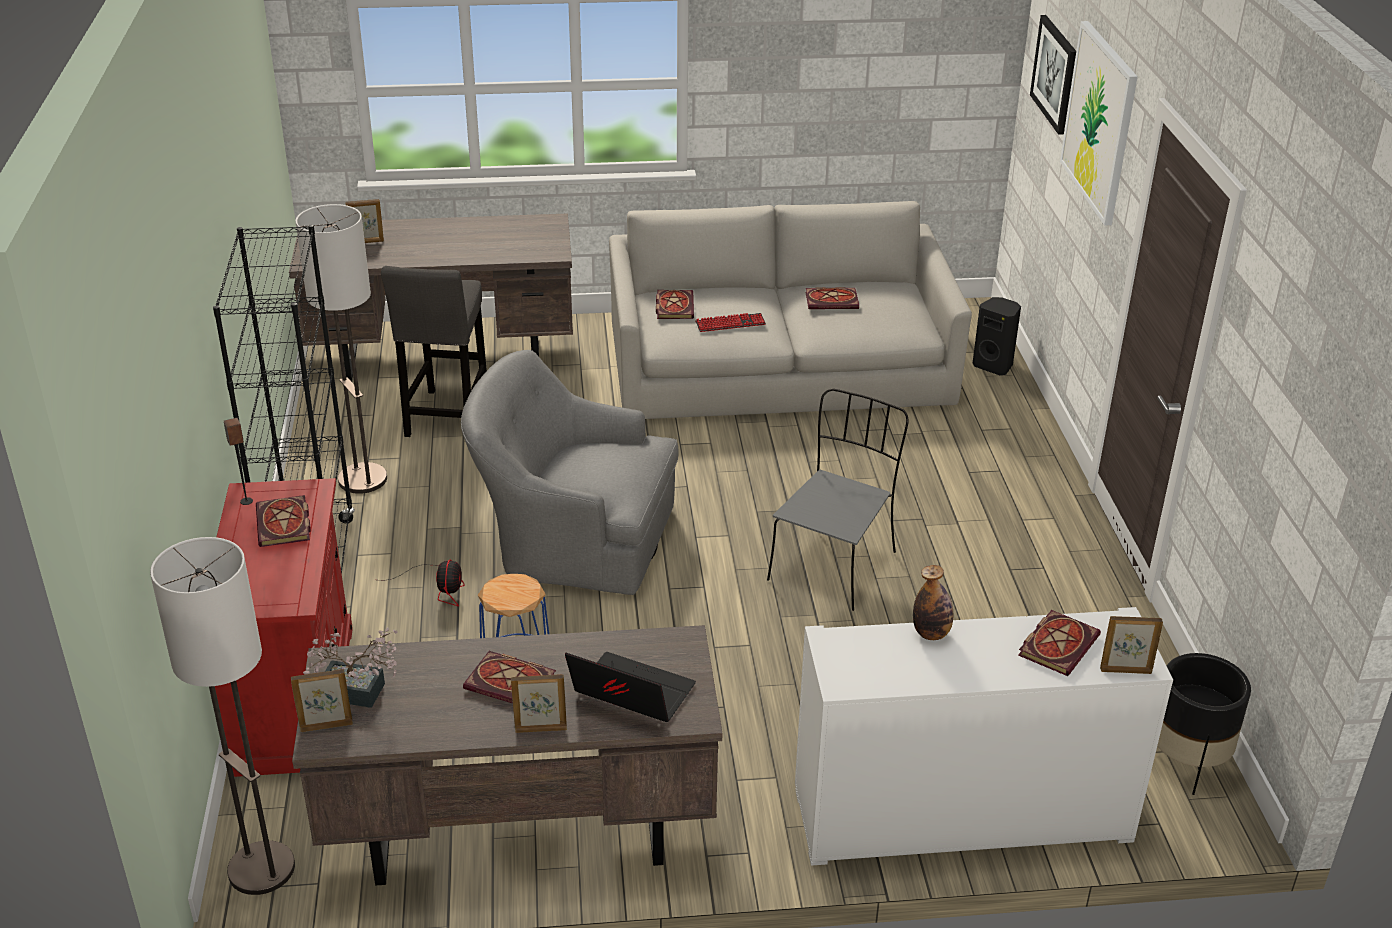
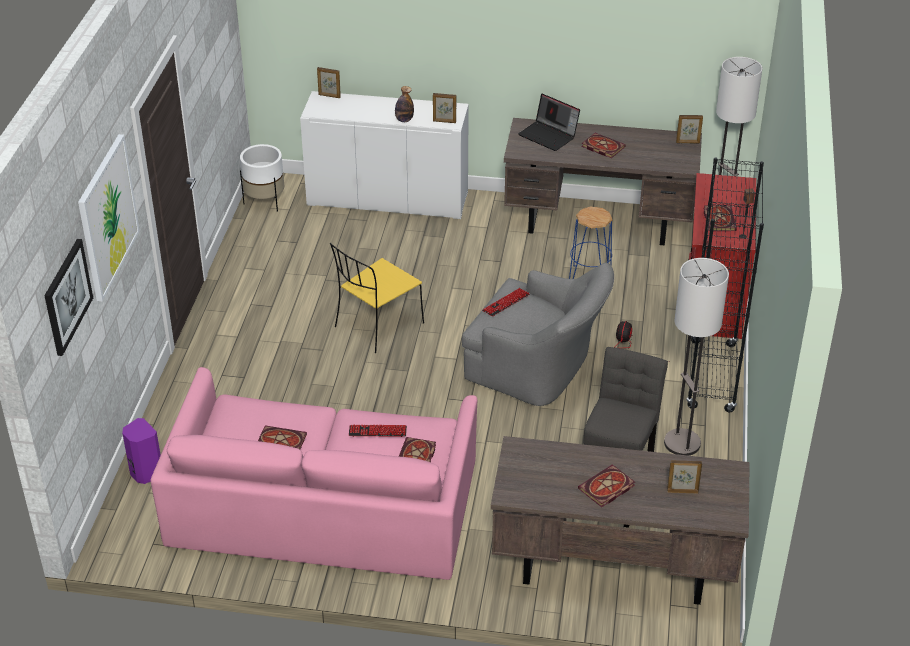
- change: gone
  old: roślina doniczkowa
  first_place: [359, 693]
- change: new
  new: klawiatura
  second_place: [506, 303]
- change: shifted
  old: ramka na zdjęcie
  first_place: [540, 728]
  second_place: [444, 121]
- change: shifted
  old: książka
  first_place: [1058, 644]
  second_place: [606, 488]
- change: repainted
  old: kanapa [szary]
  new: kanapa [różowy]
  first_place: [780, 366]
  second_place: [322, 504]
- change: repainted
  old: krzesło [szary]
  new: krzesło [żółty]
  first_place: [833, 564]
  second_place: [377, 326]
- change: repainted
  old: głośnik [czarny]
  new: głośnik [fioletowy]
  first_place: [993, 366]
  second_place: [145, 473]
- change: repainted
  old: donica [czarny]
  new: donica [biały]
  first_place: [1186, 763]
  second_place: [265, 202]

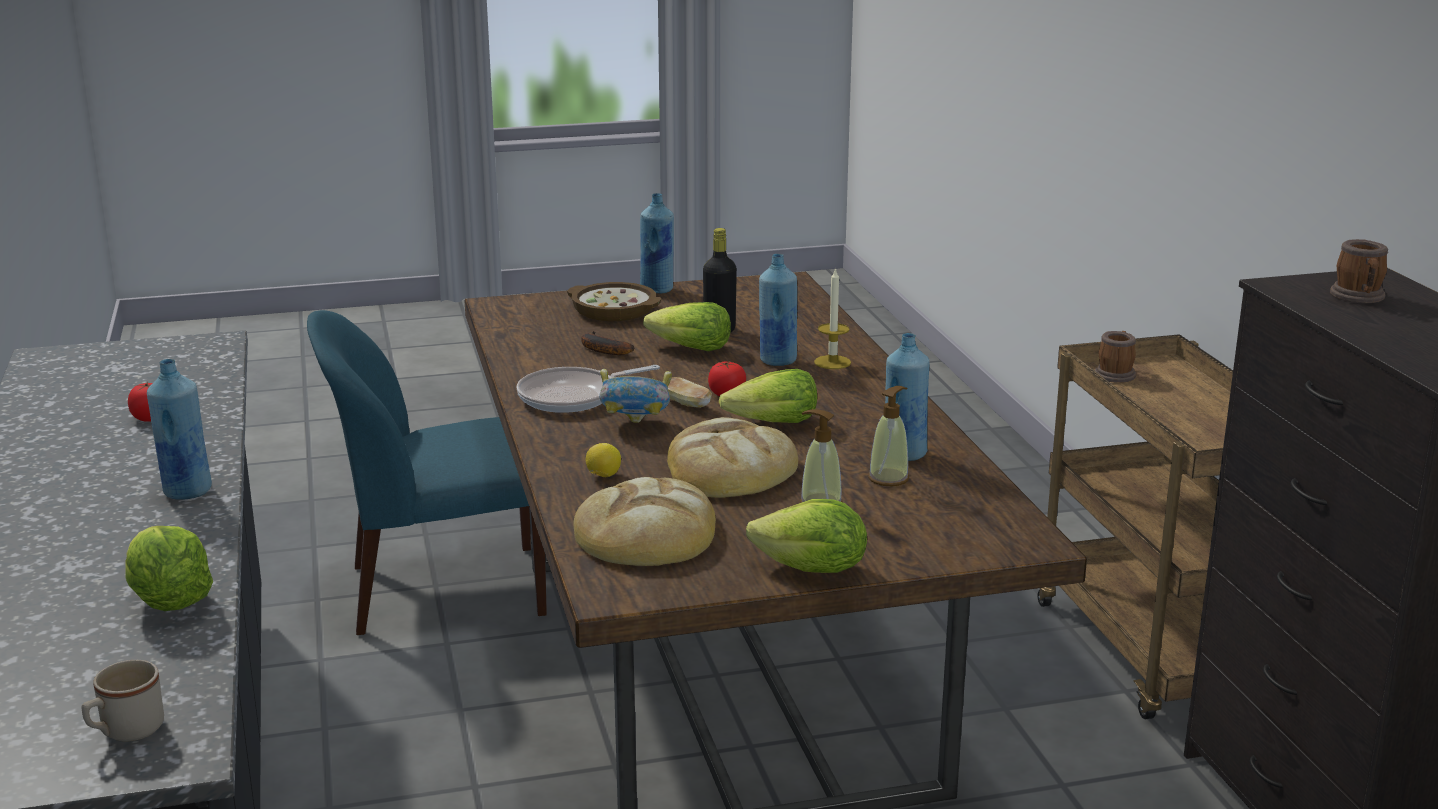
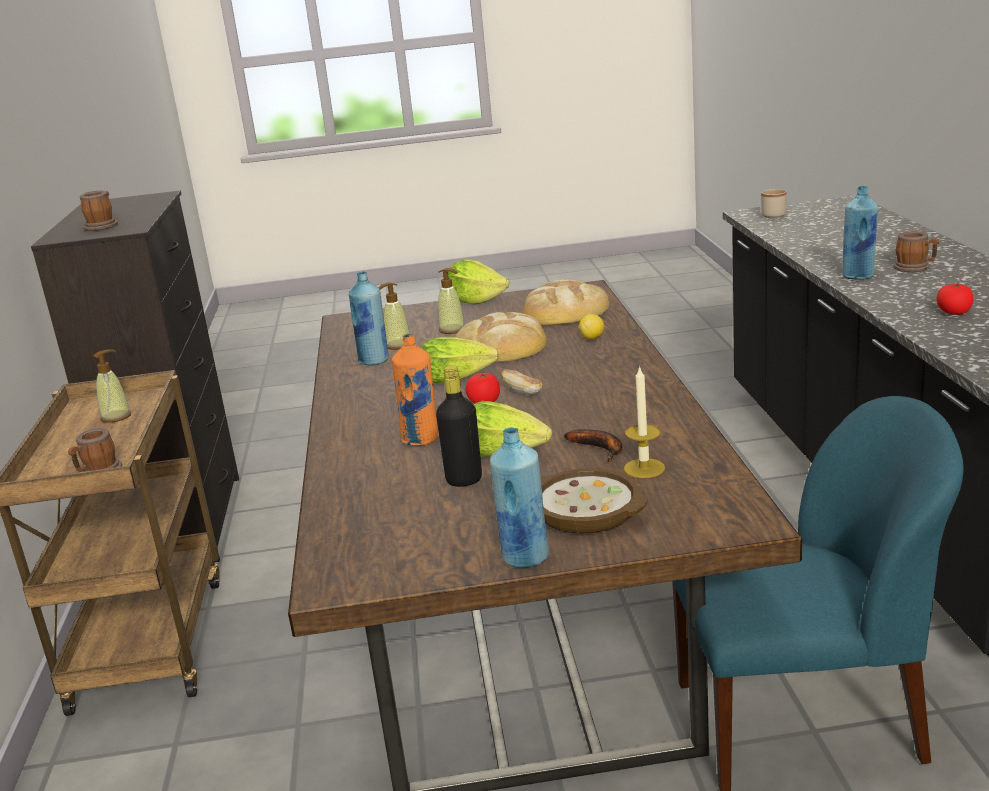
- change: gone
  old: sałata
  first_place: [169, 602]
- change: gone
  old: patelnia
  first_place: [573, 397]
- change: gone
  old: miska
  first_place: [636, 425]
- change: new
  new: dozownik mydła
  second_place: [116, 417]
- change: new
  new: kubek
  second_place: [915, 268]
- change: shifted
  old: świeca
  first_place: [832, 362]
  second_place: [644, 468]
- change: repainted
  old: butelka [niebieski]
  new: butelka [pomarańczowy]
  first_place: [777, 360]
  second_place: [421, 440]

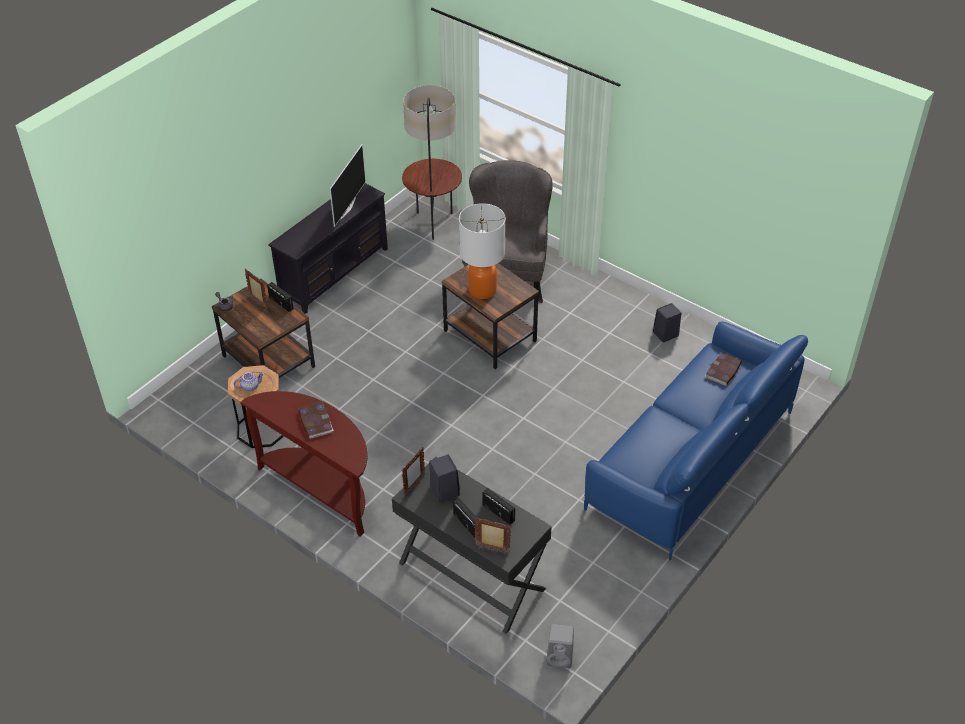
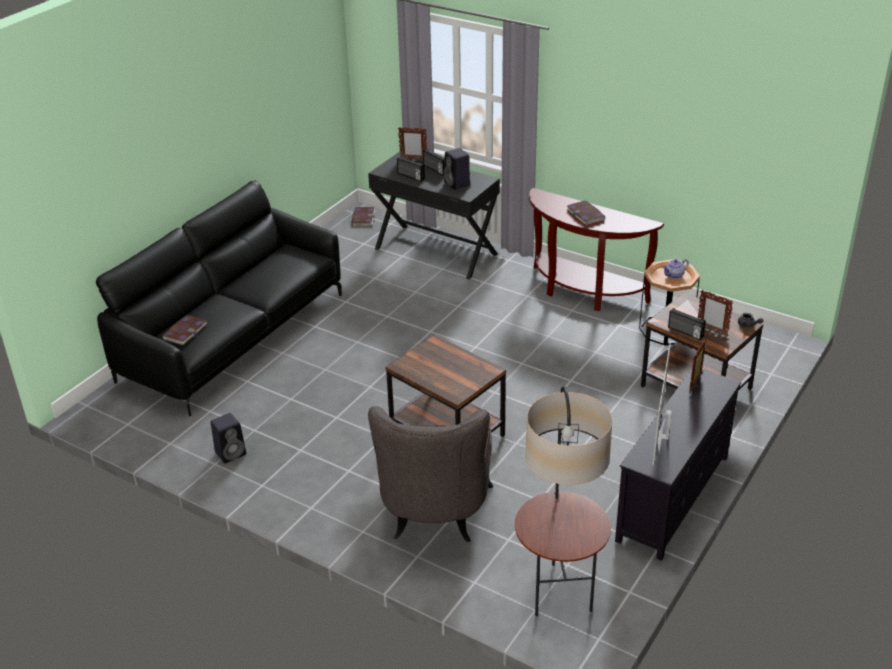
- change: gone
  old: lampa stołowa
  first_place: [482, 290]
- change: shifted
  old: ramka na zdjęcie
  first_place: [414, 486]
  second_place: [695, 384]
- change: swapped
  old: głośnik [szary]
  new: książka
  first_place: [560, 657]
  second_place: [363, 218]
- change: repainted
  old: kanapa [niebieski]
  new: kanapa [czarny]
  first_place: [690, 460]
  second_place: [233, 336]

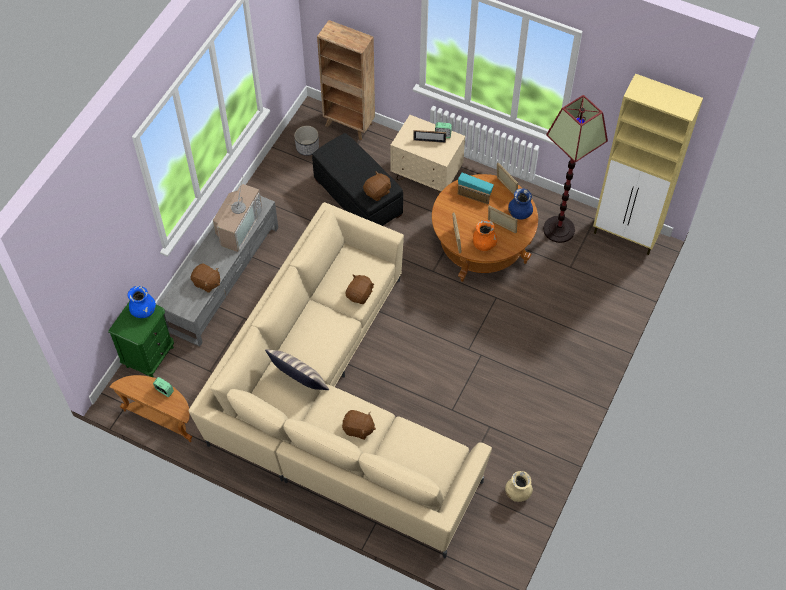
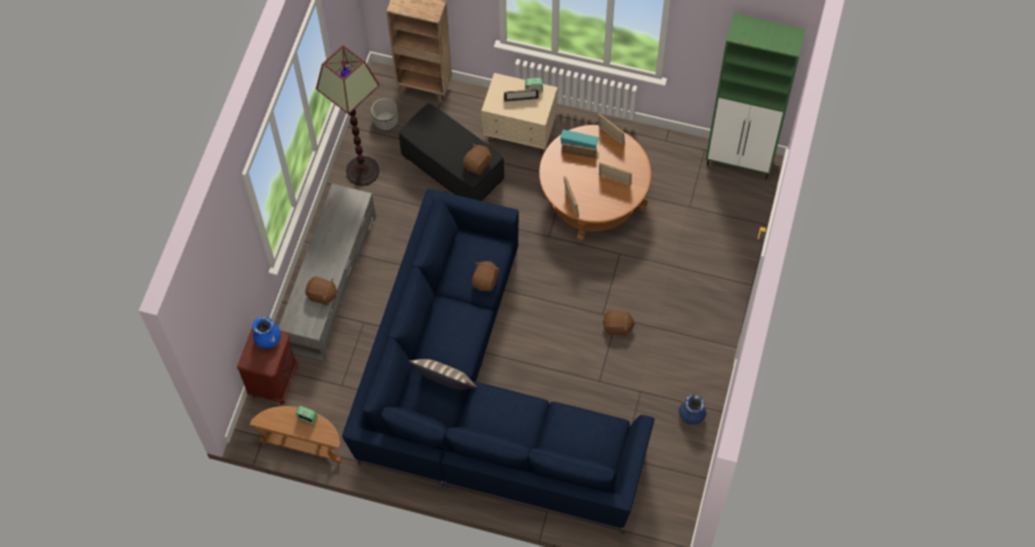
- change: gone
  old: telewizor
  first_place: [238, 226]
- change: gone
  old: wazon [pomarańczowy]
  first_place: [483, 244]
- change: gone
  old: wazon [beżowy]
  first_place: [517, 493]
- change: shifted
  old: pluszak [brązowy]
  first_place: [358, 429]
  second_place: [617, 327]
- change: shifted
  old: wazon [niebieski]
  first_place: [519, 213]
  second_place: [691, 415]
- change: shifted
  old: lampa stojąca
  first_place: [559, 229]
  second_place: [362, 170]
- change: repainted
  old: szafka nocna [zielony]
  new: szafka nocna [brązowy]
  first_place: [149, 356]
  second_place: [274, 380]
- change: repainted
  old: kanapa [beżowy]
  new: kanapa [niebieski]
  first_place: [336, 407]
  second_place: [480, 400]
- change: repainted
  old: szafka [beżowy]
  new: szafka [zielony]
  first_place: [626, 235]
  second_place: [740, 162]

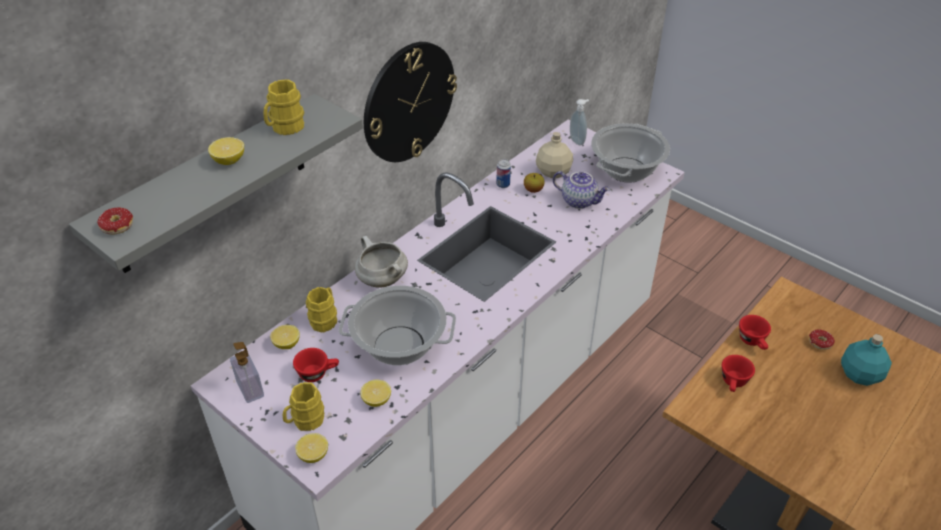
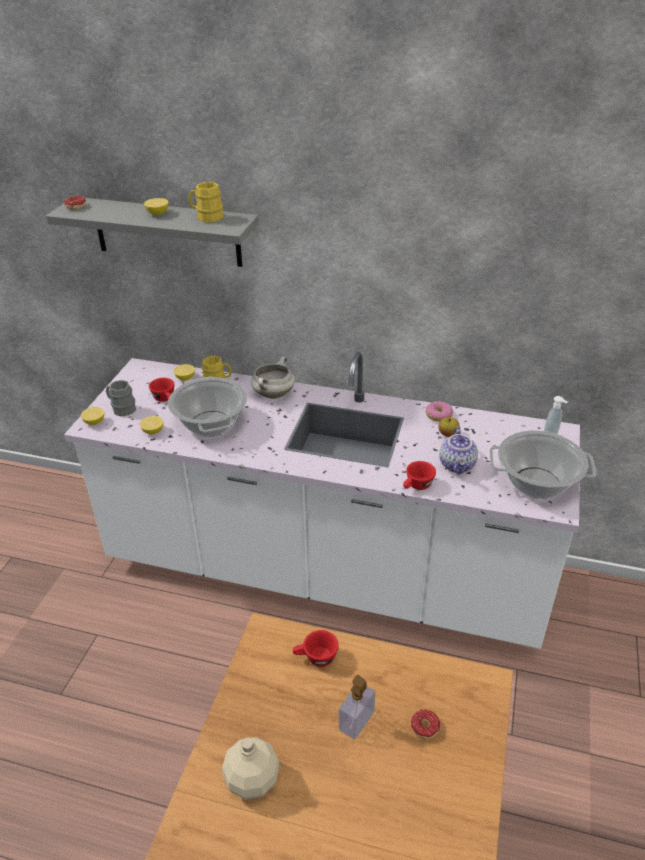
- change: gone
  old: zegar ścienny
  first_place: [408, 102]
- change: gone
  old: butelka [turkusowy]
  first_place: [859, 375]
- change: shifted
  old: dozownik mydła
  first_place: [250, 388]
  second_place: [356, 721]
- change: shifted
  old: butelka [beżowy]
  first_place: [554, 172]
  second_place: [252, 780]
- change: shifted
  old: filiżanka [czerwony]
  first_place: [753, 342]
  second_place: [417, 486]
- change: swapped
  old: puszka
  new: donut
  first_place: [503, 185]
  second_place: [438, 415]
- change: repainted
  old: kubek [żółty]
  new: kubek [szary]
  first_place: [305, 421]
  second_place: [121, 409]

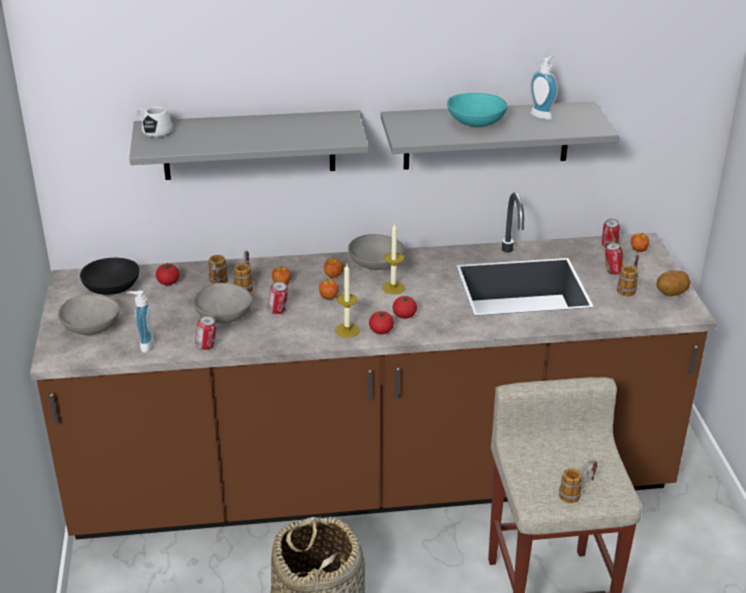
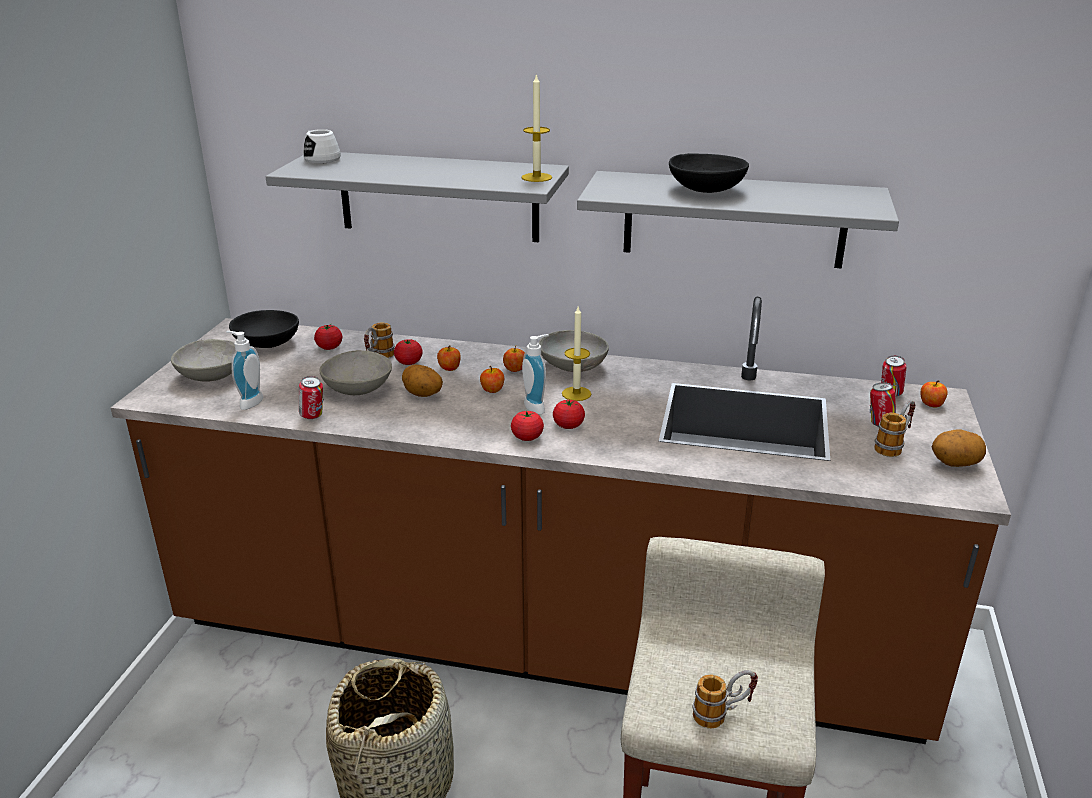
- change: shifted
  old: świeca
  first_place: [347, 330]
  second_place: [536, 177]
- change: shifted
  old: dozownik mydła
  first_place: [542, 115]
  second_place: [537, 406]
- change: swapped
  old: kubek
  new: pomidor
  first_place: [245, 284]
  second_place: [409, 362]
- change: swapped
  old: puszka
  new: ziemniak
  first_place: [278, 311]
  second_place: [422, 395]
- change: repainted
  old: miska [turkusowy]
  new: miska [czarny]
  first_place: [475, 123]
  second_place: [705, 191]

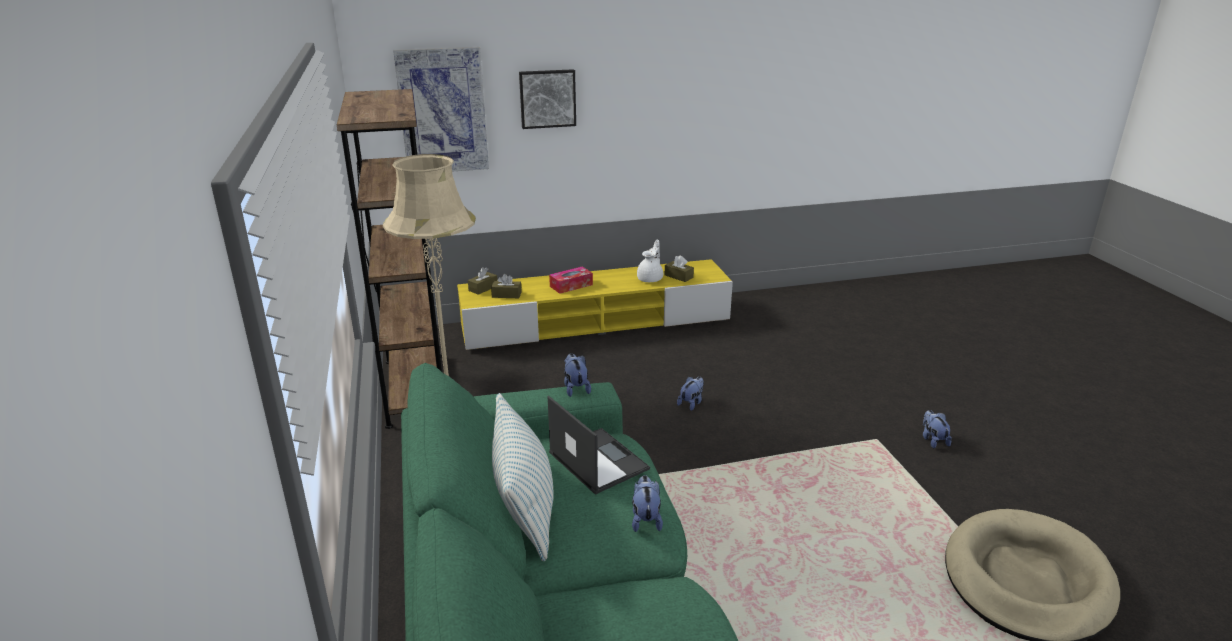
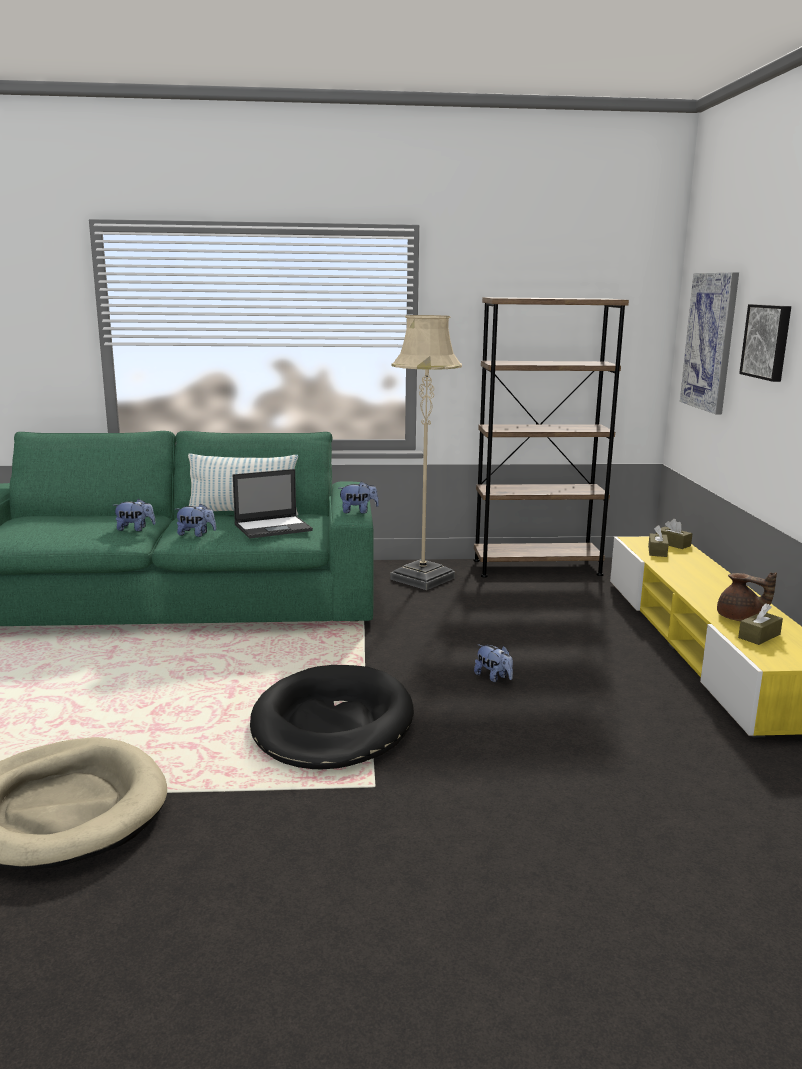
- change: gone
  old: pudełko chusteczek
  first_place: [571, 285]
- change: new
  new: legowisko [czarny]
  second_place: [332, 724]
- change: shifted
  old: pluszak
  first_place: [933, 440]
  second_place: [135, 529]
- change: repainted
  old: imbryk [biały]
  new: imbryk [brązowy]
  first_place: [651, 279]
  second_place: [739, 618]

